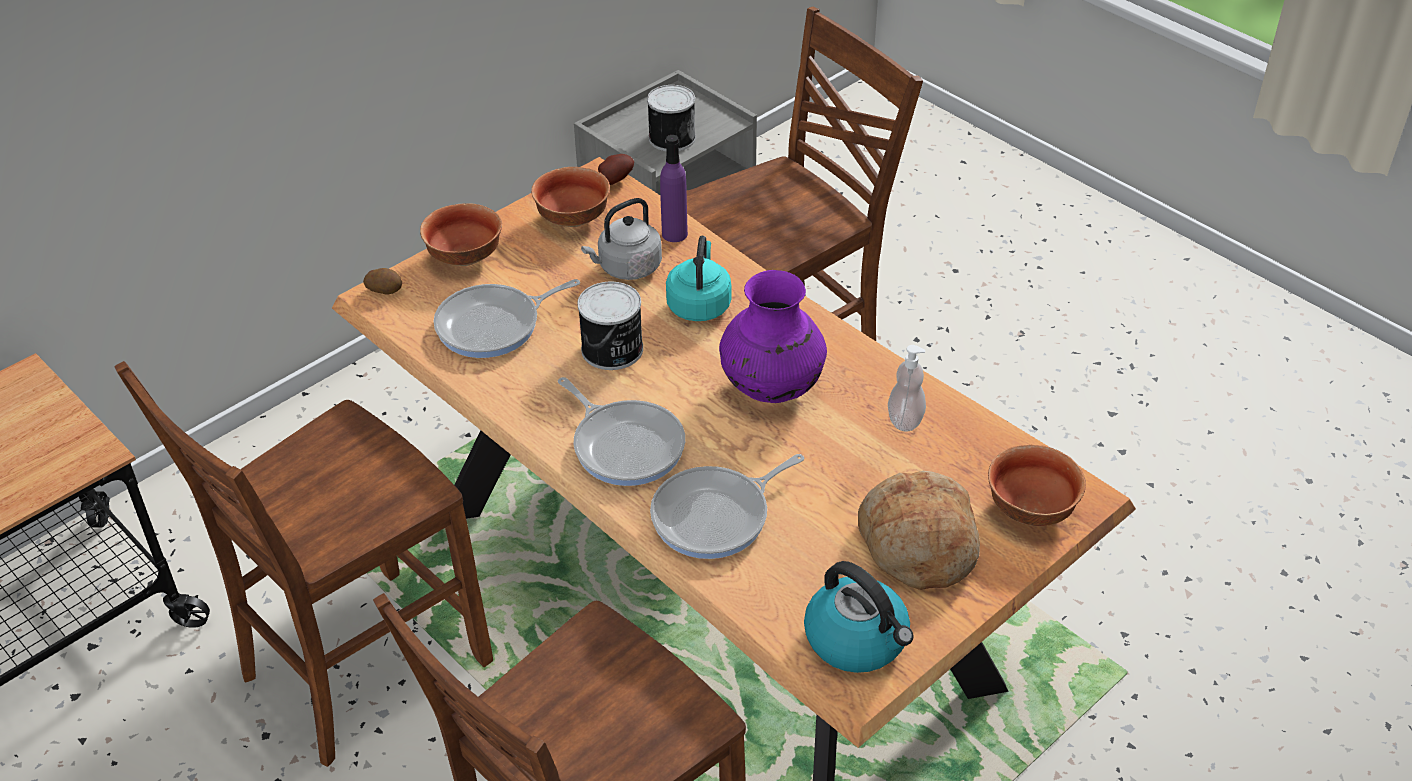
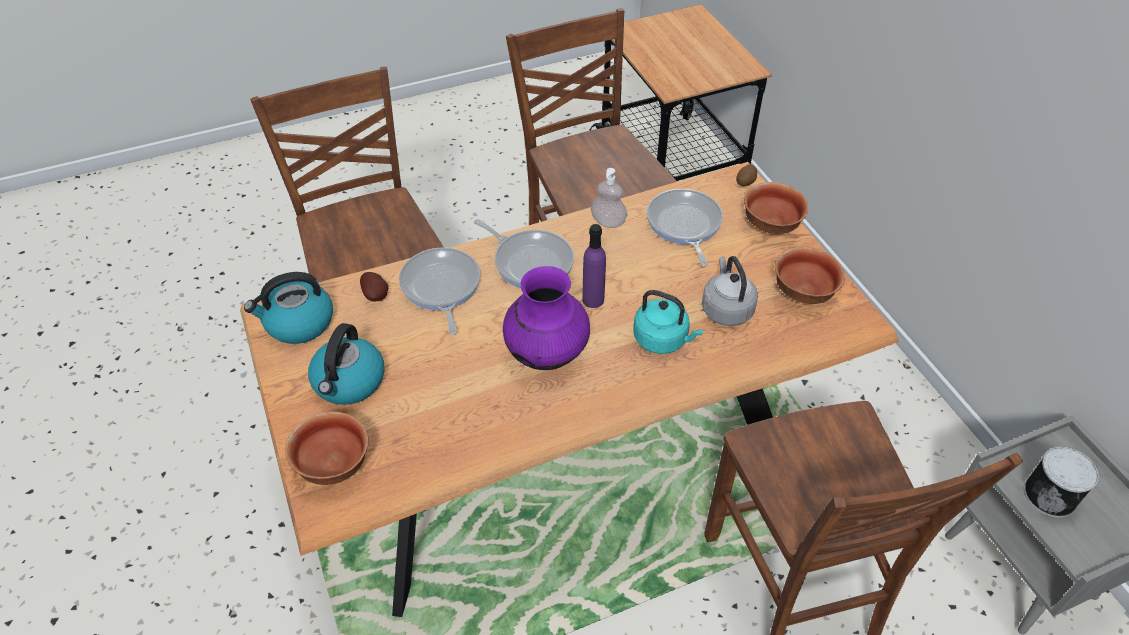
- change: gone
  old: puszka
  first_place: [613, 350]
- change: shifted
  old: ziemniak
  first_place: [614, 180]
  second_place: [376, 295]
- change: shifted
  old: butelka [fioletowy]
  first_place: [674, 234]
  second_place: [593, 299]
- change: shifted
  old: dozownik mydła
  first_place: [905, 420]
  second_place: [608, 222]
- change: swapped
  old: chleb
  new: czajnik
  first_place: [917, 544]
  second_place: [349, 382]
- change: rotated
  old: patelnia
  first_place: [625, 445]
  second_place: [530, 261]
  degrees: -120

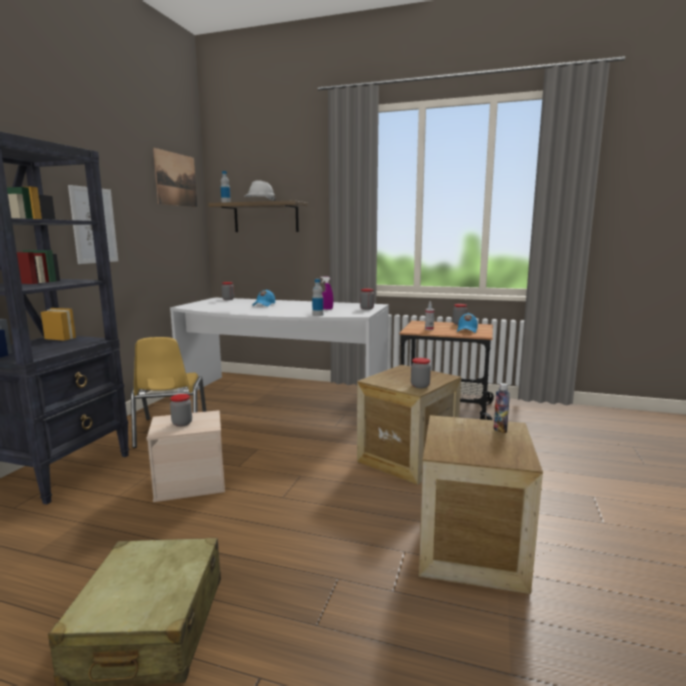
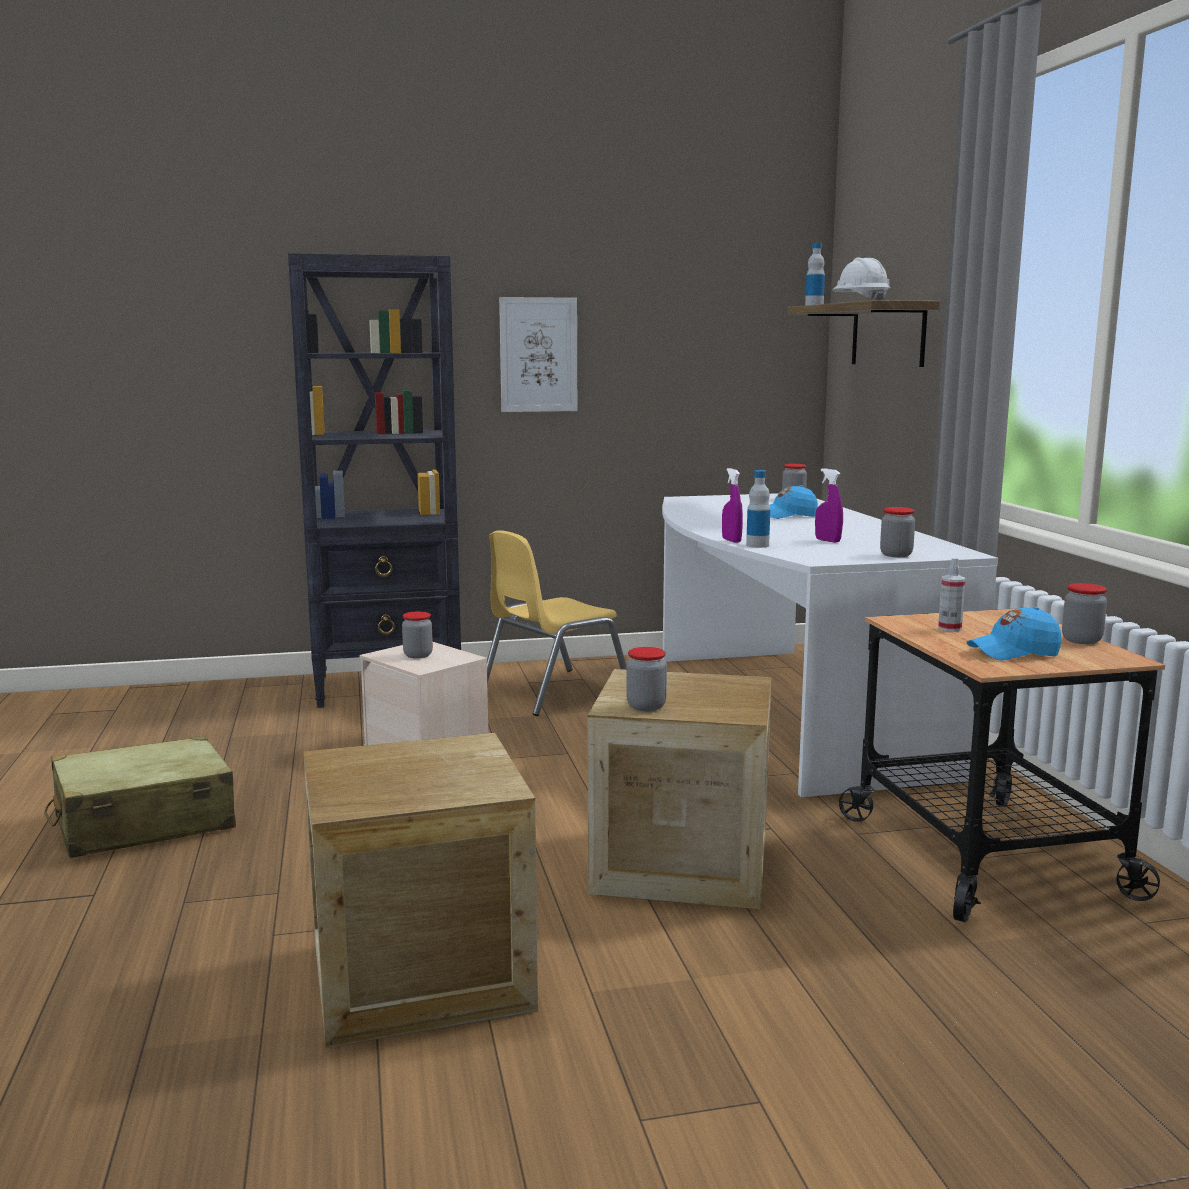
- change: gone
  old: obraz
  first_place: [176, 179]
- change: gone
  old: butelka
  first_place: [500, 429]
- change: new
  new: spryskiwacz [fioletowy]
  second_place: [731, 541]

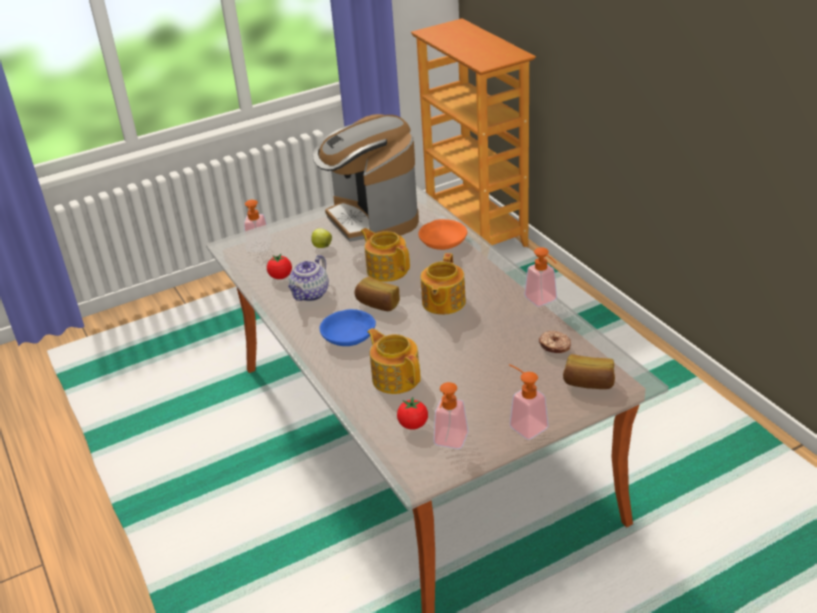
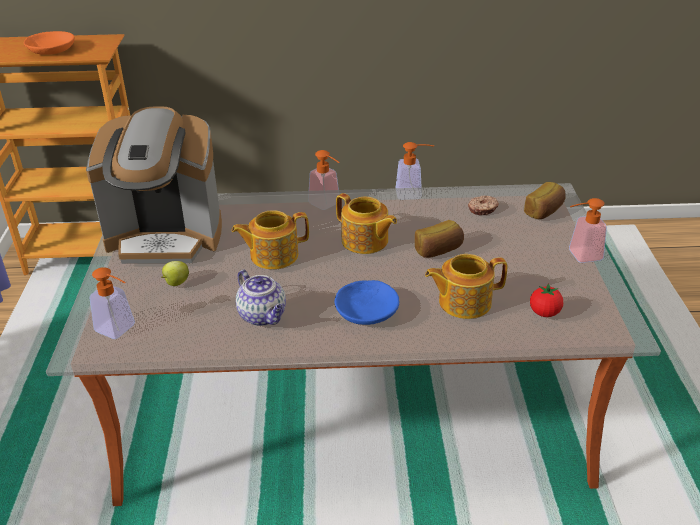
- change: gone
  old: pomidor
  first_place: [280, 277]
- change: shifted
  old: chleb
  first_place: [377, 304]
  second_place: [439, 250]
- change: shifted
  old: miska [pomarańczowy]
  first_place: [443, 241]
  second_place: [51, 50]
- change: shifted
  old: dozownik mydła
  first_place: [449, 443]
  second_place: [328, 205]

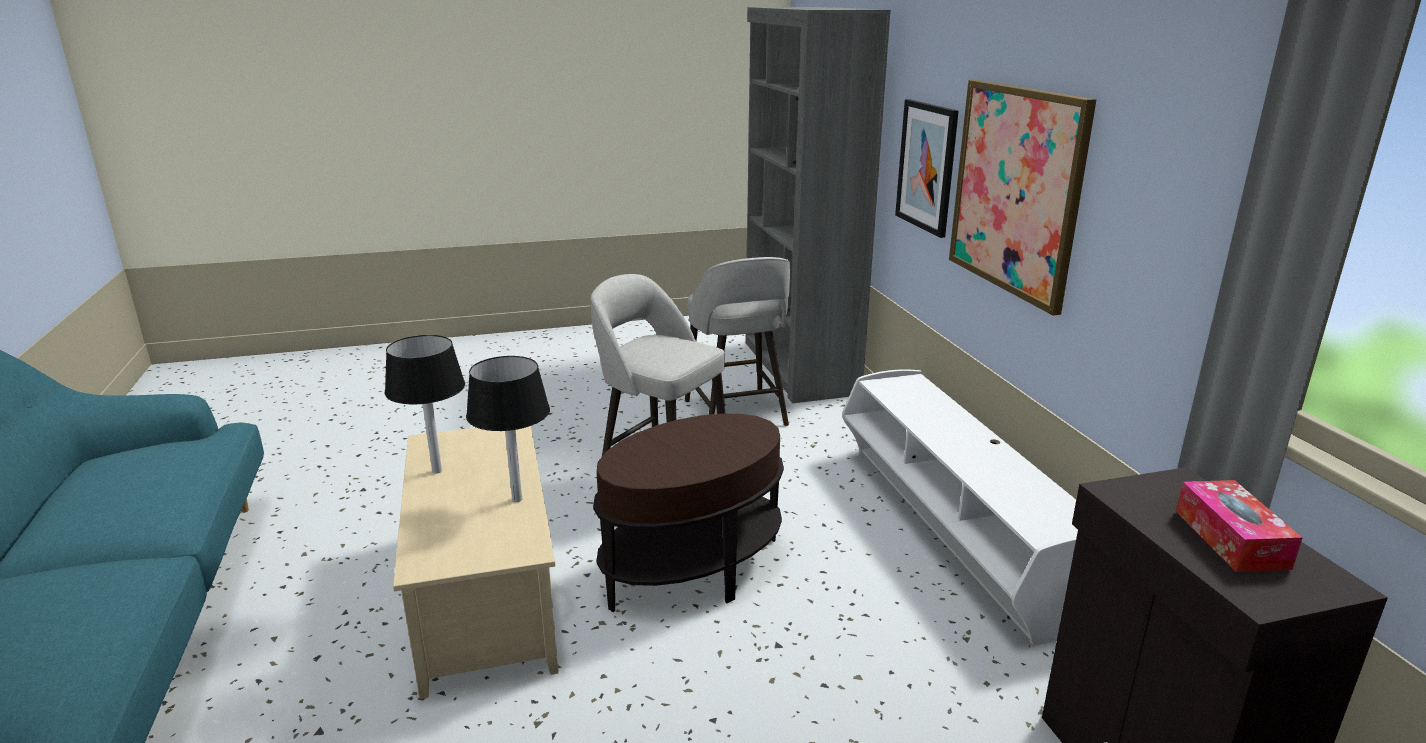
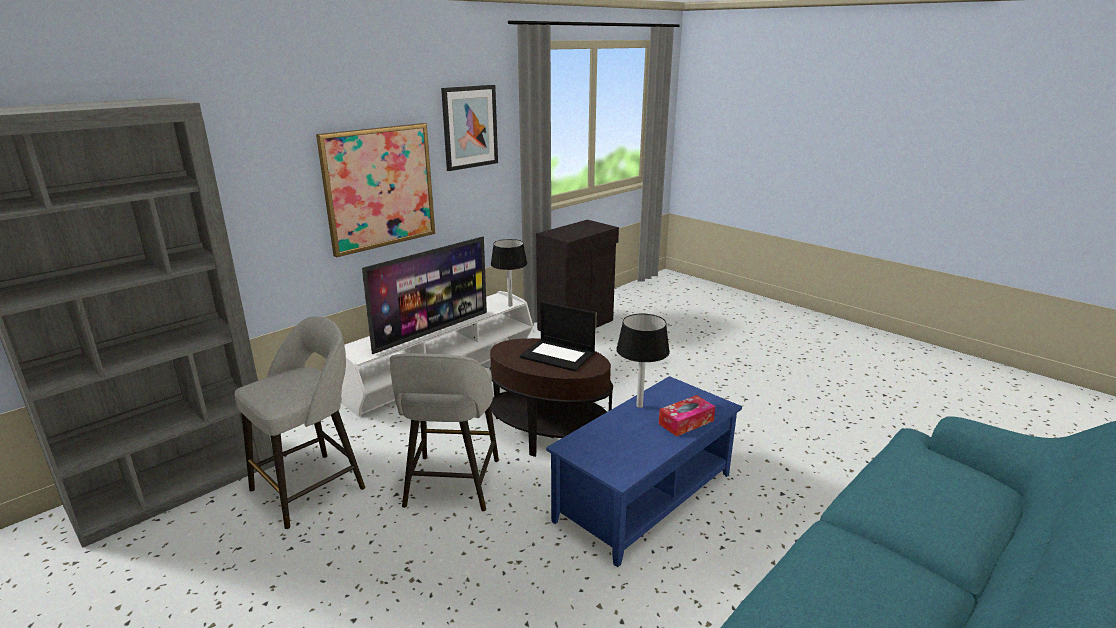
- change: new
  new: telewizor
  second_place: [432, 331]
- change: new
  new: laptop
  second_place: [558, 355]
- change: shifted
  old: lampa stołowa [czarny]
  first_place: [437, 471]
  second_place: [510, 305]
- change: shifted
  old: obraz
  first_place: [927, 166]
  second_place: [470, 127]
- change: shifted
  old: pudełko chusteczek
  first_place: [1231, 539]
  second_place: [686, 422]
- change: repainted
  old: ława [beżowy]
  new: ława [niebieski]
  first_place: [483, 595]
  second_place: [645, 498]

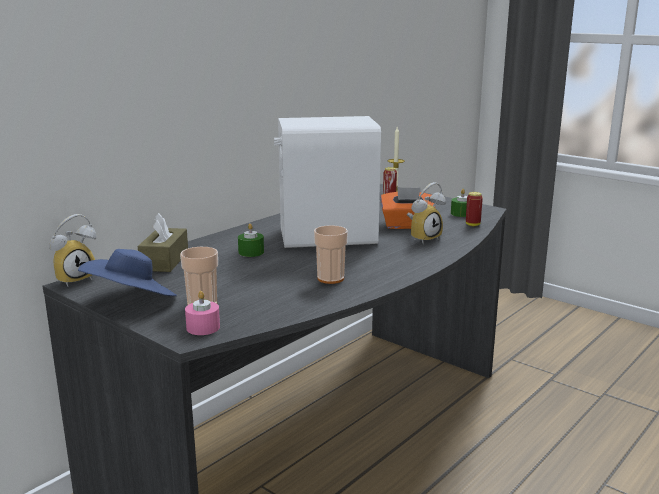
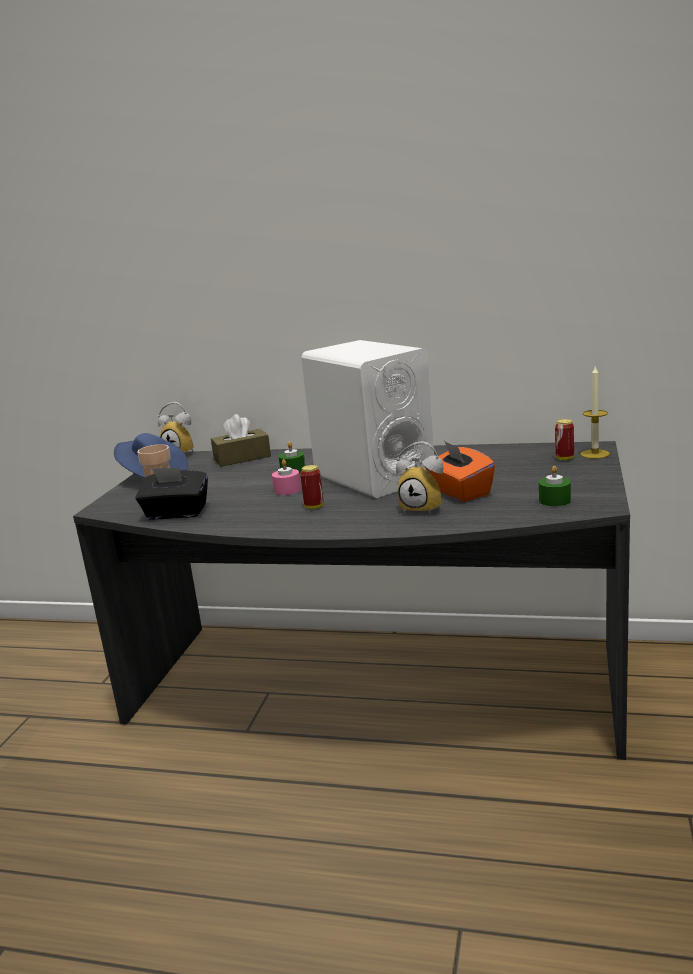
- change: gone
  old: filiżanka
  first_place: [330, 278]
- change: new
  new: pudełko chusteczek [czarny]
  second_place: [176, 513]
- change: shifted
  old: świeca [różowy]
  first_place: [203, 327]
  second_place: [287, 490]
- change: shifted
  old: puszka
  first_place: [472, 225]
  second_place: [314, 507]

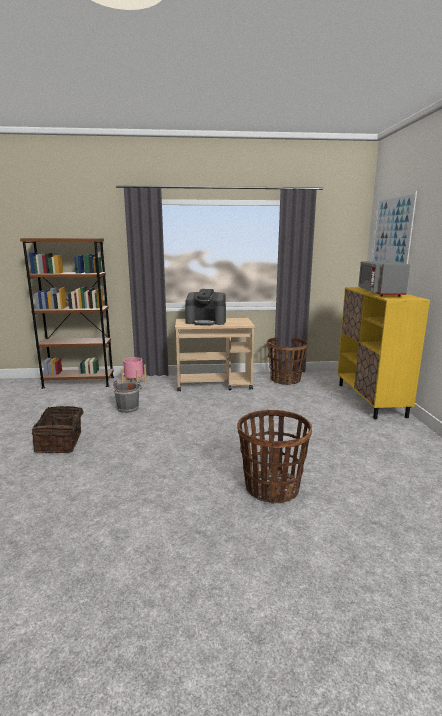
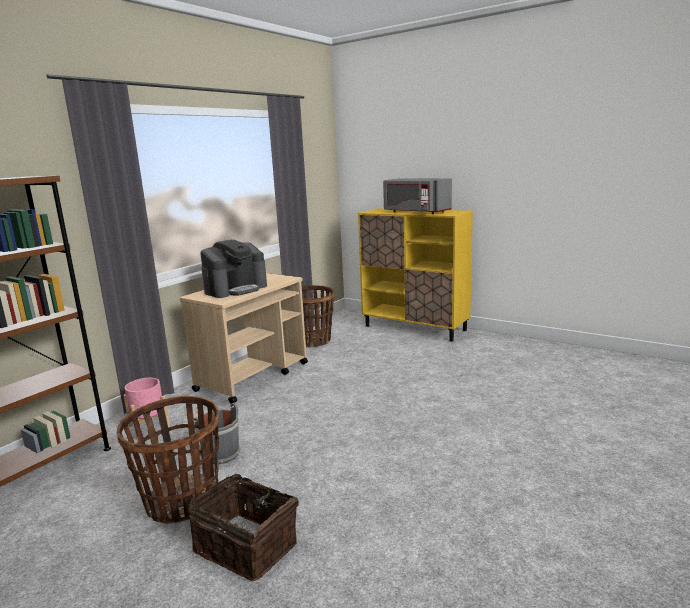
- change: gone
  old: obraz
  first_place: [391, 235]
- change: shifted
  old: koszyk
  first_place: [271, 488]
  second_place: [182, 501]

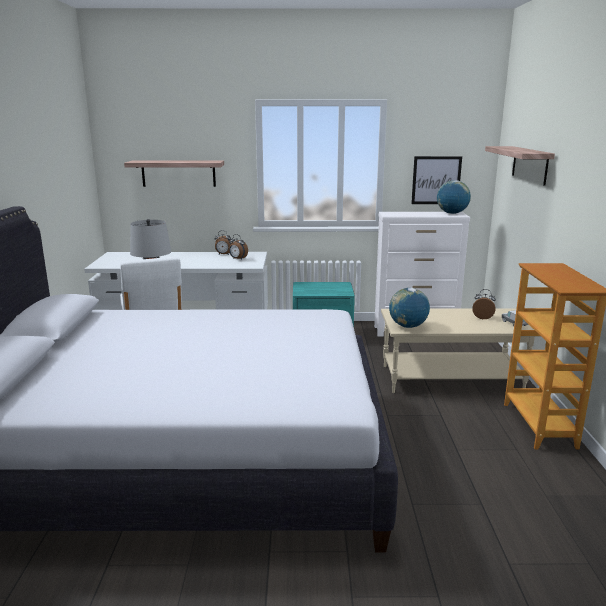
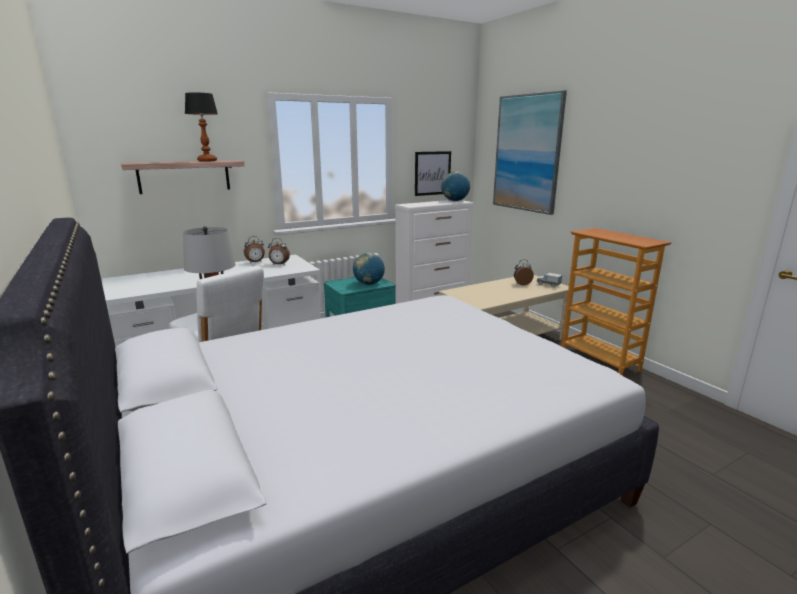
- change: new
  new: lampa stołowa
  second_place: [207, 161]
- change: shifted
  old: globus
  first_place: [408, 326]
  second_place: [369, 284]
- change: swapped
  old: półka
  new: obraz
  first_place: [529, 164]
  second_place: [527, 153]

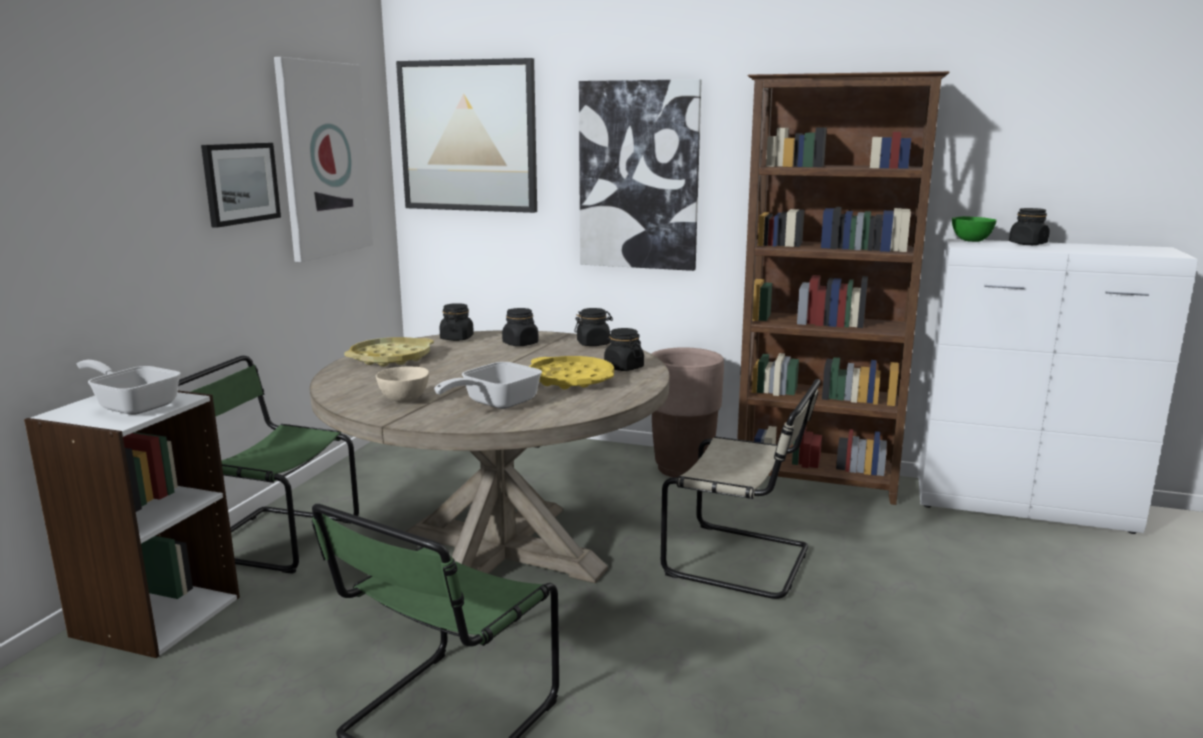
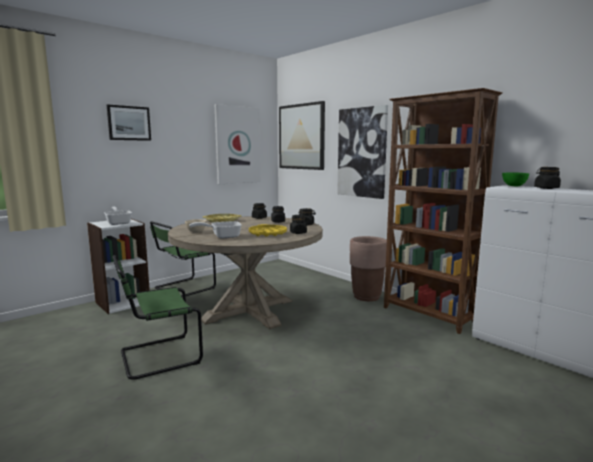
- change: gone
  old: krzesło [beżowy]
  first_place: [743, 561]
- change: shifted
  old: obraz
  first_place: [240, 183]
  second_place: [129, 123]
- change: rotated
  old: krzesło [zielony]
  first_place: [274, 539]
  second_place: [182, 288]
  degrees: -90

